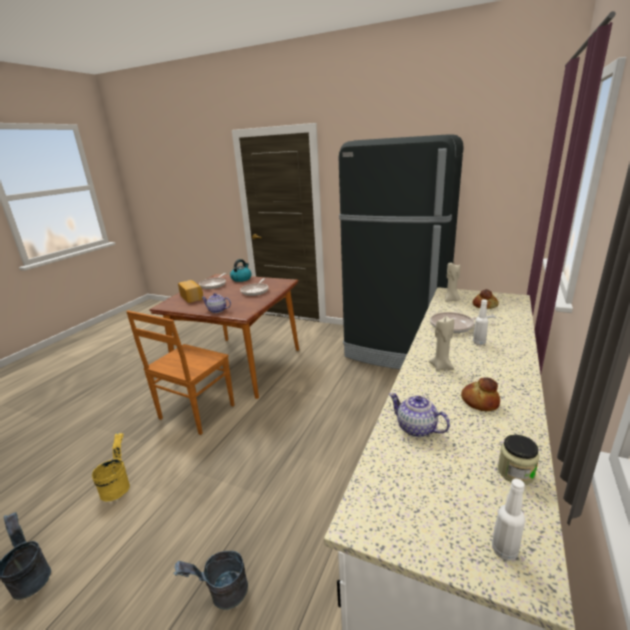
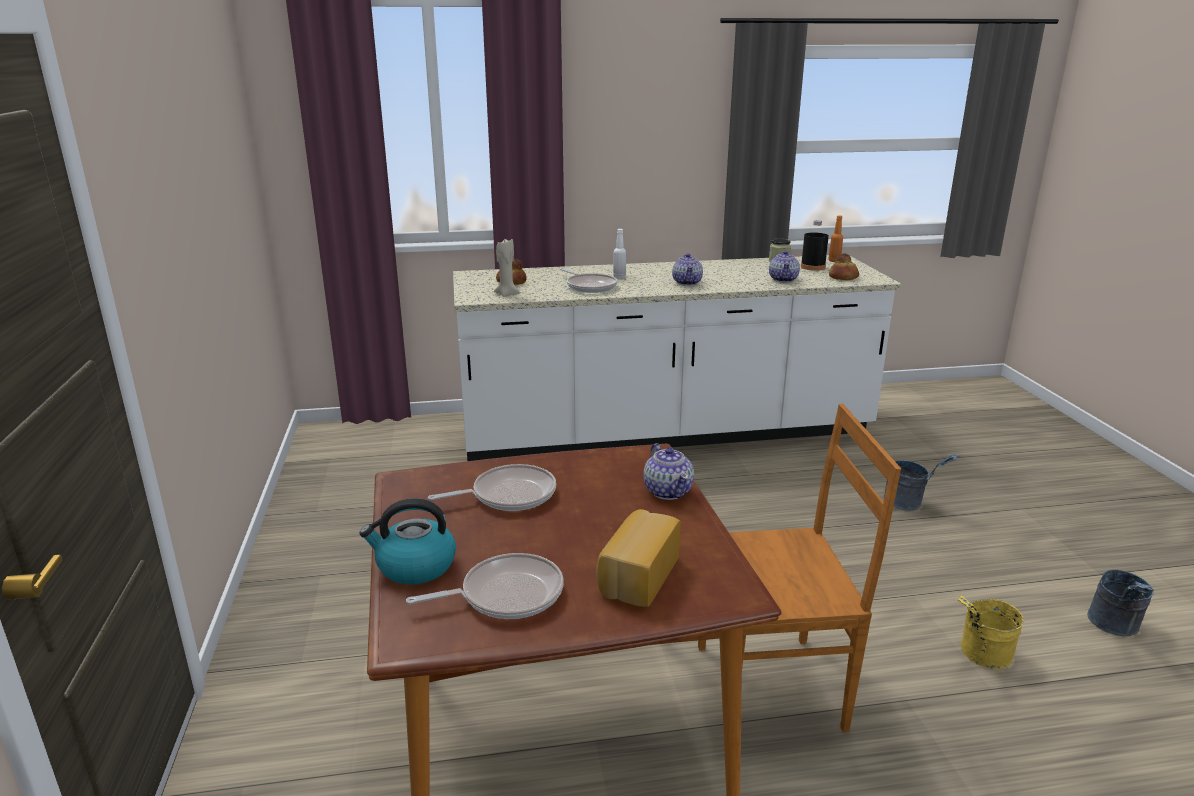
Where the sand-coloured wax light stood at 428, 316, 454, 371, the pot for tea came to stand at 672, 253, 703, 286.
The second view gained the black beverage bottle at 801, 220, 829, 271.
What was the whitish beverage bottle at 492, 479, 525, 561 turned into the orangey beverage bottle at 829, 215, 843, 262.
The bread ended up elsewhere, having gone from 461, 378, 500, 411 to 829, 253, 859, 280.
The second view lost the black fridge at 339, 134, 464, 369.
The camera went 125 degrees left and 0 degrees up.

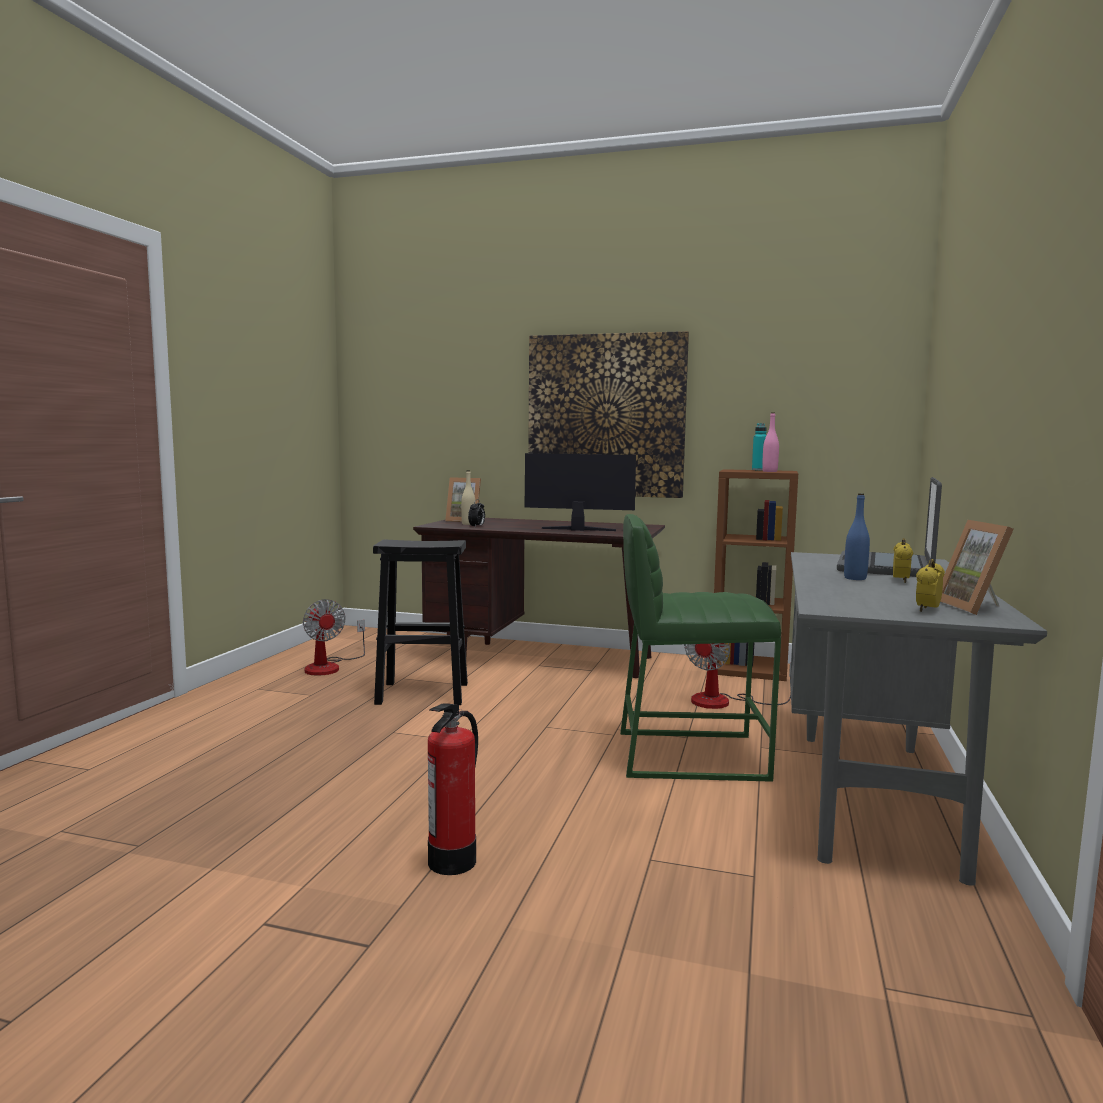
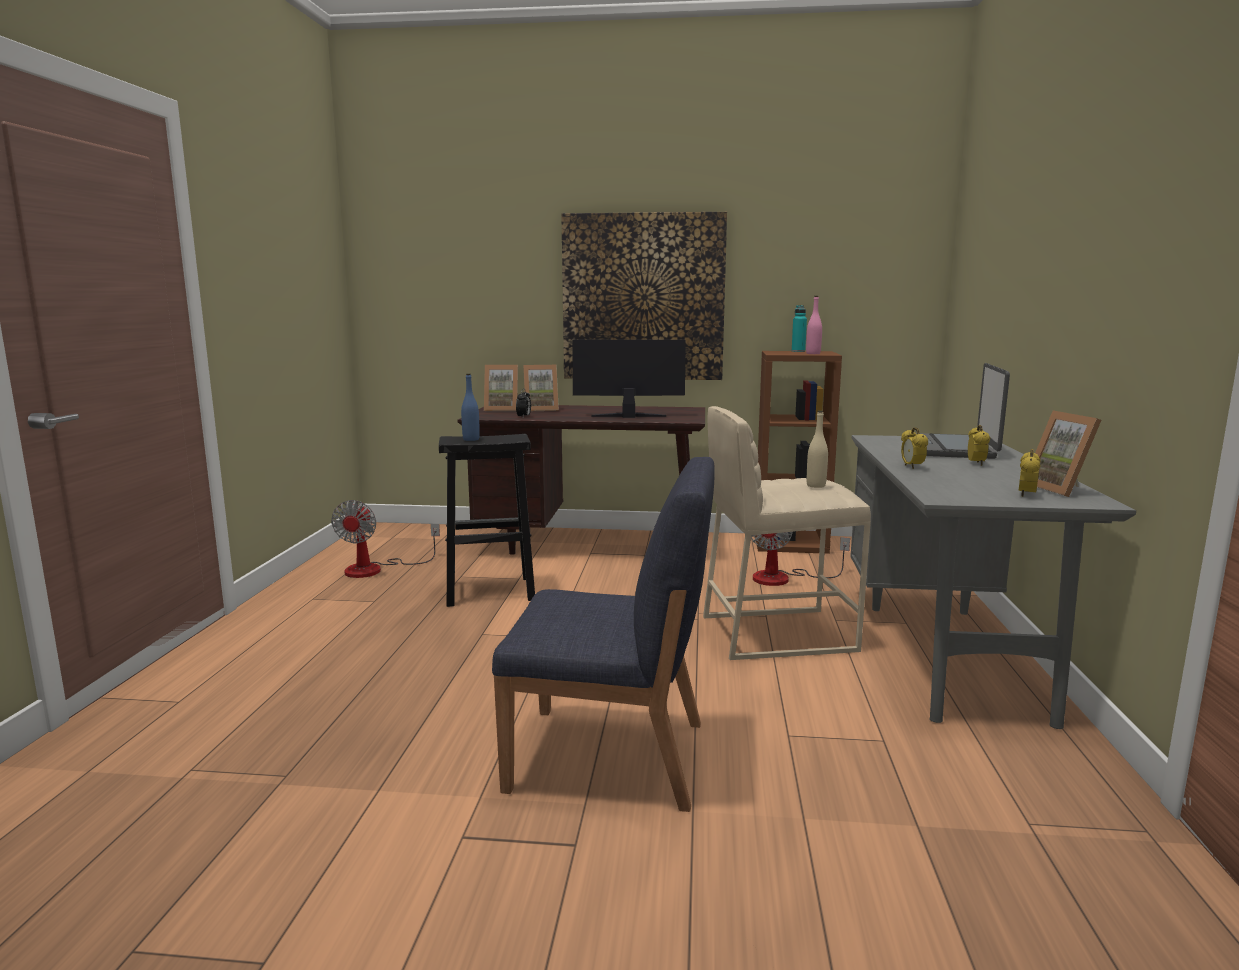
The electric fan at 303, 599, 365, 676 ended up facing another way, 45 degrees clockwise from before.
The blue-coloured beverage bottle ended up elsewhere, having gone from 844, 493, 870, 580 to 461, 373, 480, 441.
Where the fire-fighting cylinder stood at 428, 703, 478, 875, the blue-coloured plain chair came to stand at 492, 457, 715, 812.
The second view gained the photo frame at 523, 365, 559, 411.
What was the green-coloured stool seat at 620, 514, 781, 782 turned into the sand-coloured stool seat at 703, 406, 871, 660.
The sand-coloured beverage bottle ended up elsewhere, having gone from 461, 470, 476, 525 to 807, 411, 828, 488.
The second view gained the alarm clock at 901, 427, 928, 469.
The camera went 10 degrees left and 5 degrees up.

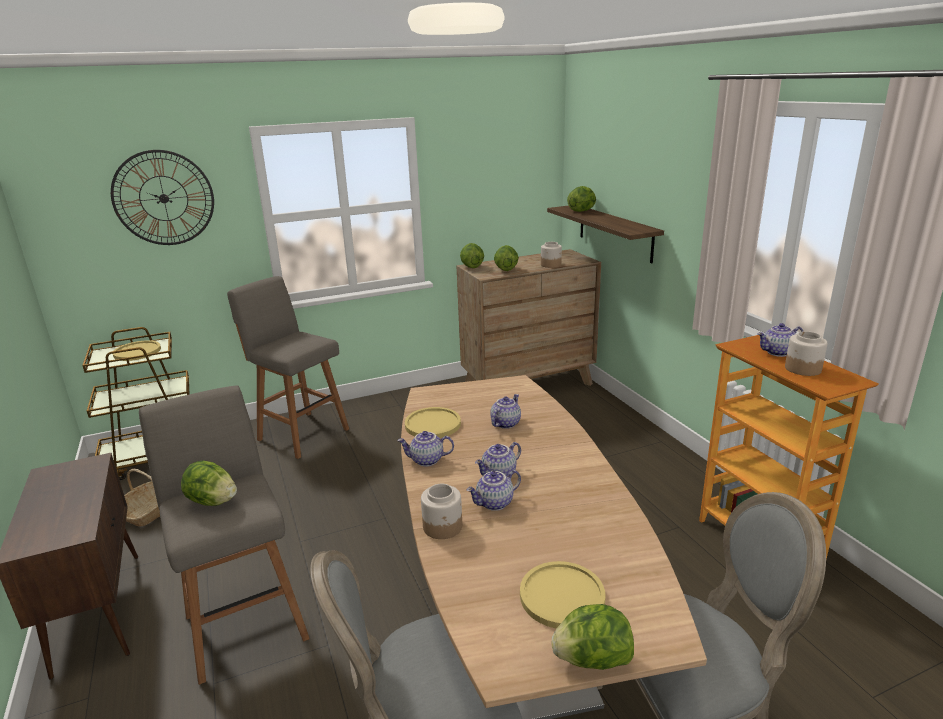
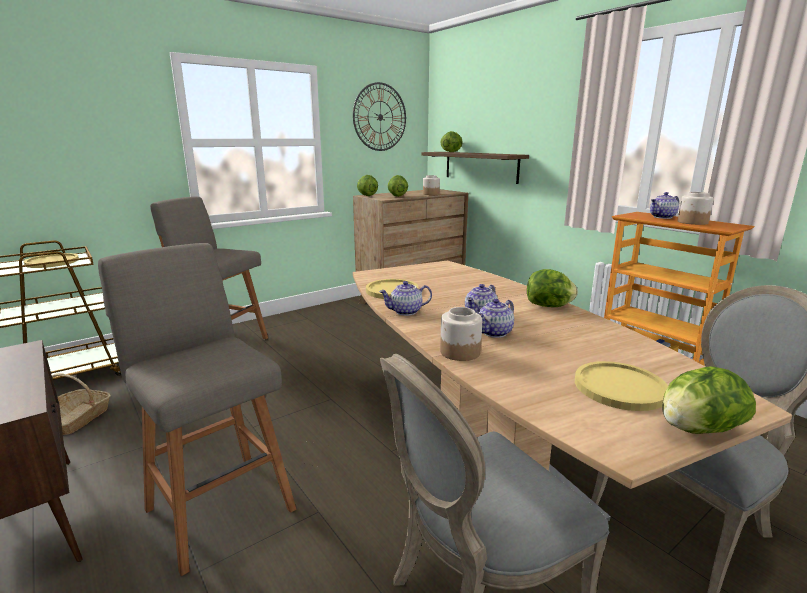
The hanging clock ended up elsewhere, having gone from 111, 150, 214, 245 to 353, 82, 406, 151.
The lettuce ended up elsewhere, having gone from 181, 461, 237, 506 to 527, 269, 578, 307.
The second view lost the pot for tea at 490, 394, 521, 429.
The camera went 15 degrees left and 5 degrees down.

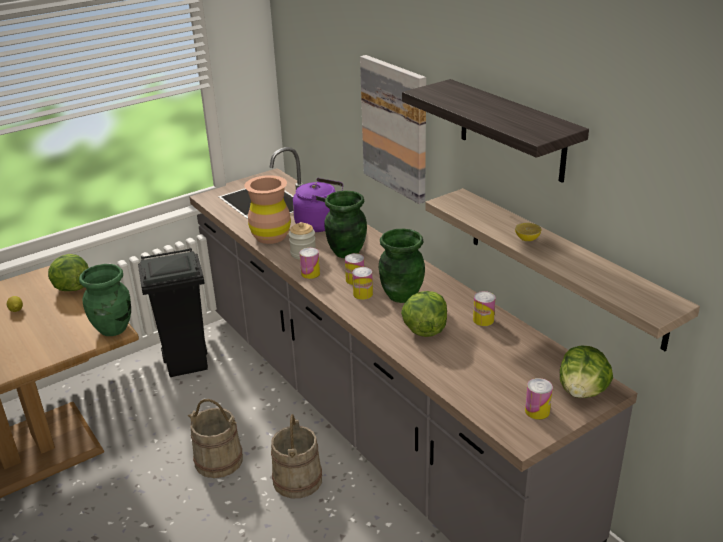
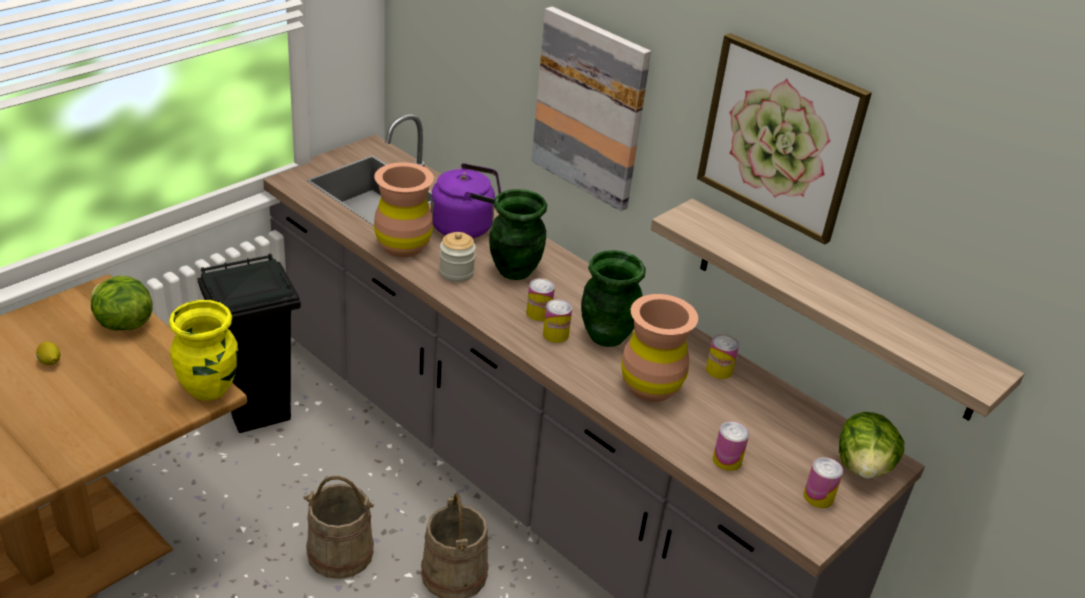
What was the green-coloured vase at 79, 264, 131, 336 turned into the yellow vase at 169, 300, 238, 401.
Where the lettuce stood at 401, 291, 447, 337, the brown vase came to stand at 621, 294, 698, 402.
Where the shelf hung at 402, 79, 589, 183, the wall picture came to hang at 697, 33, 872, 244.
The can ended up elsewhere, having gone from 300, 248, 320, 279 to 713, 421, 749, 471.
The second view lost the lemon at 515, 223, 541, 241.
The camera went 15 degrees left and 5 degrees up.

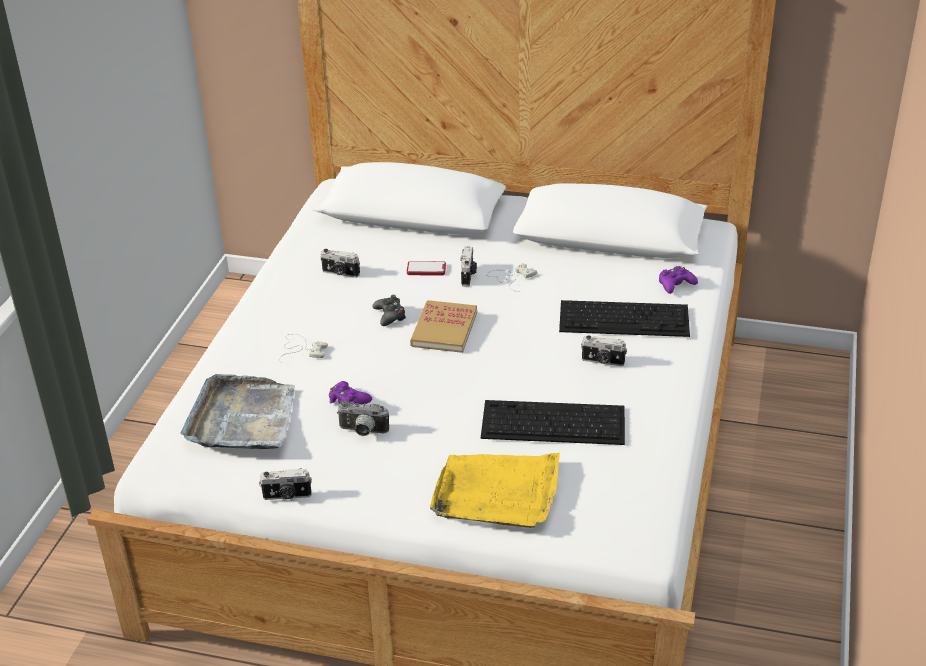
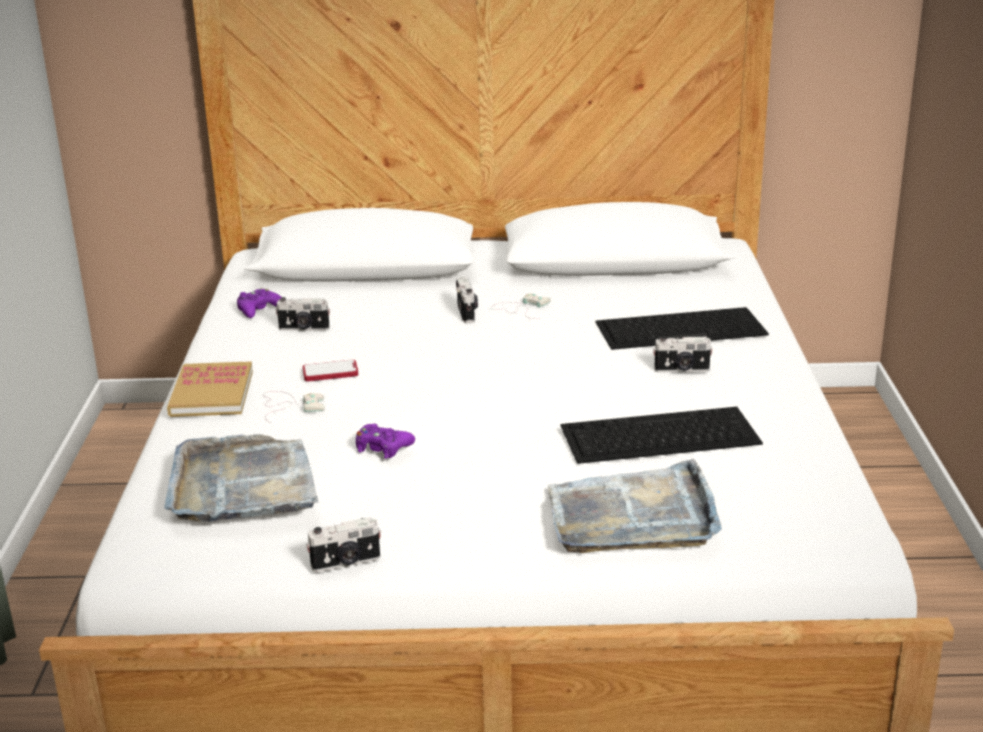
The book ended up elsewhere, having gone from 410, 300, 477, 353 to 167, 361, 253, 417.
The purple gamepad ended up elsewhere, having gone from 659, 266, 698, 294 to 237, 288, 282, 318.
The telephone ended up elsewhere, having gone from 407, 261, 446, 276 to 303, 360, 358, 382.
What was the yellow tray at 430, 453, 560, 528 turned into the grey tray at 548, 459, 722, 553.
The second view lost the photo camera at 337, 400, 389, 436.
The second view lost the black gamepad at 373, 295, 406, 326.
The camera went 15 degrees left and 10 degrees down.

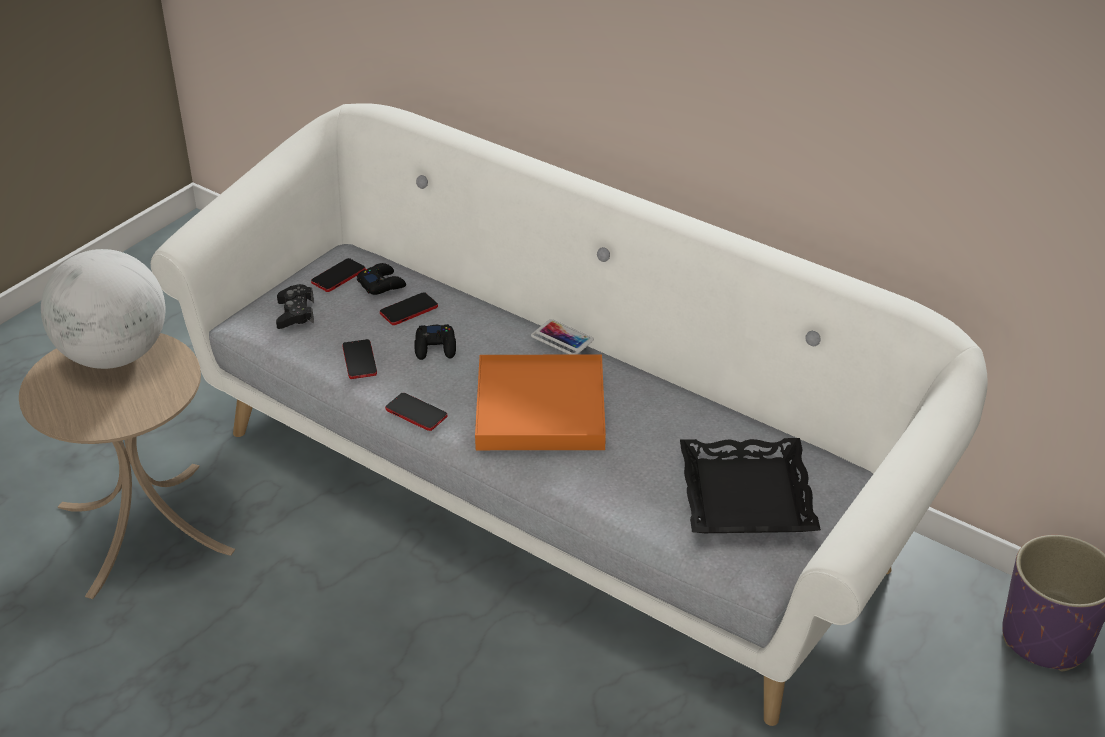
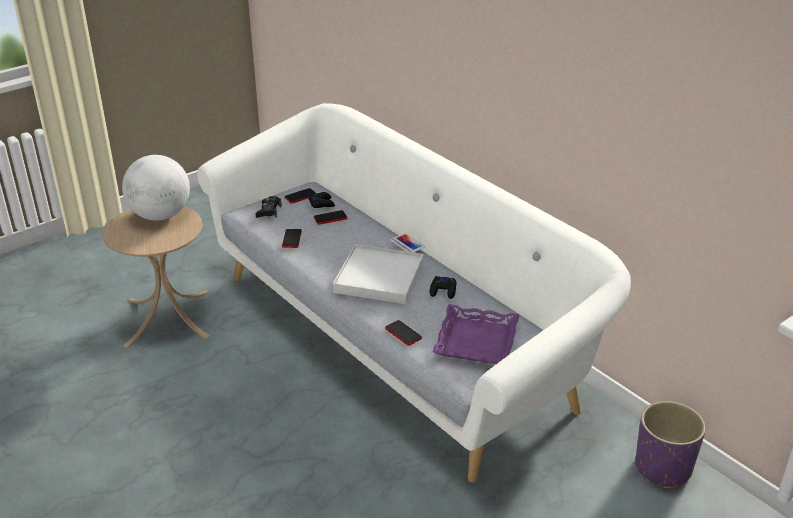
What was the orangey tray at 475, 355, 606, 450 turned into the whitish tray at 333, 244, 424, 304.
The telephone ended up elsewhere, having gone from 385, 393, 447, 431 to 385, 320, 422, 346.
The black gamepad ended up elsewhere, having gone from 414, 324, 456, 360 to 430, 276, 457, 299.
What was the black tray at 680, 438, 821, 533 turned into the purple tray at 433, 304, 520, 364.
The camera went 15 degrees right and 5 degrees down.

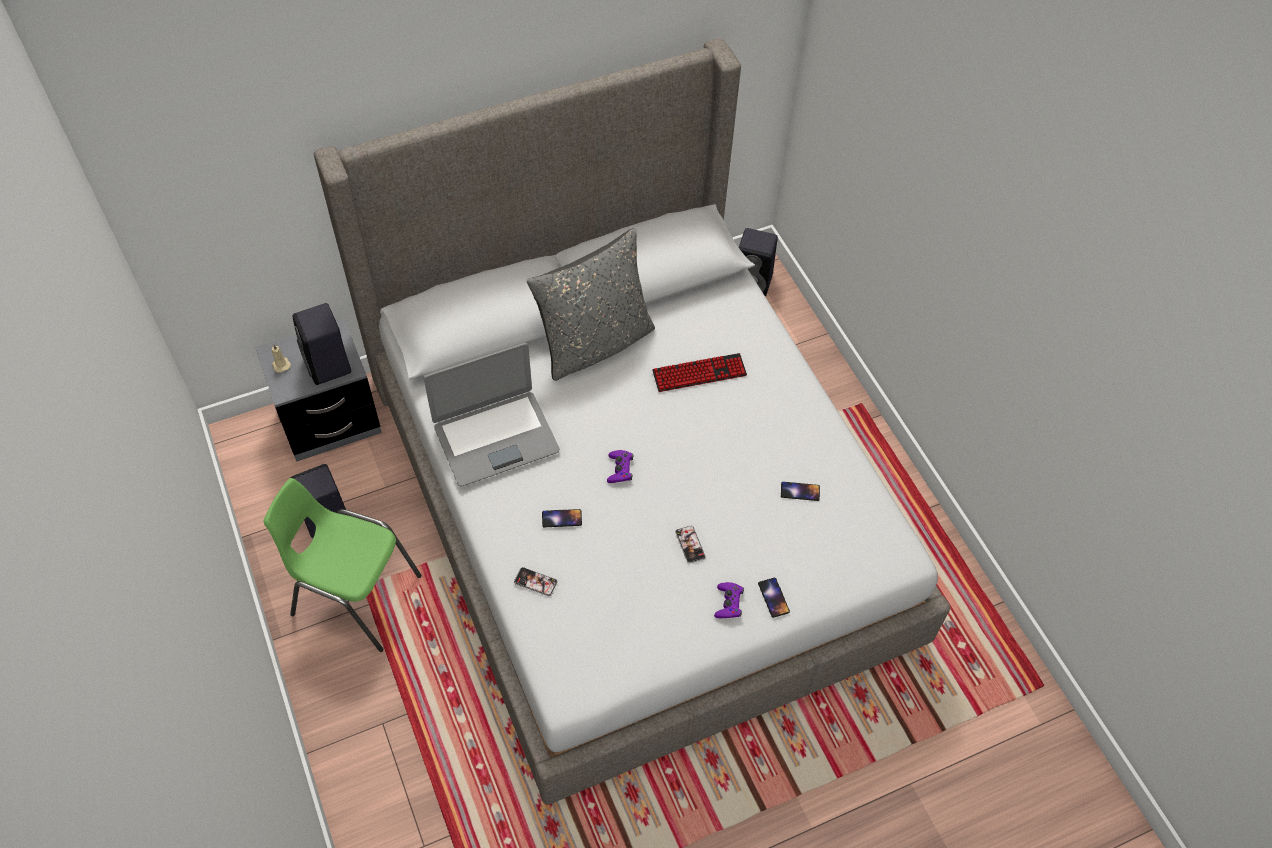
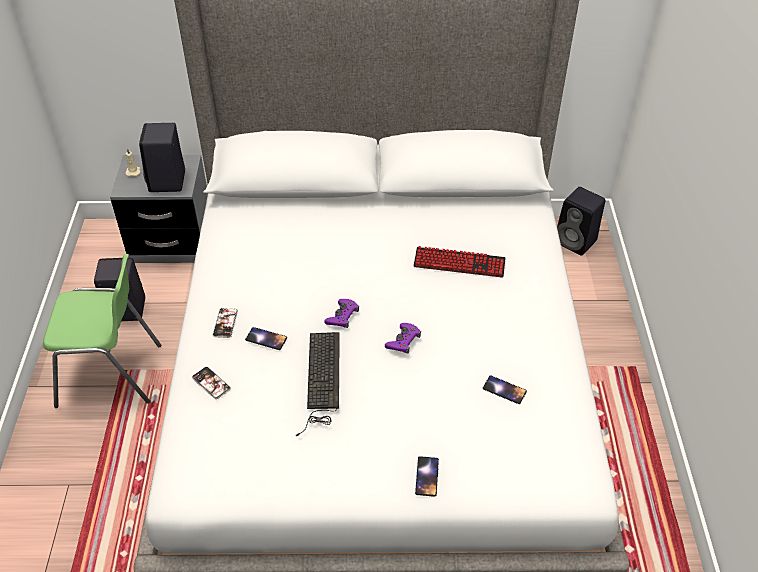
The green-coloured plain chair at 263, 478, 422, 652 ended up facing another way, 135 degrees clockwise from before.
The telephone ended up elsewhere, having gone from 675, 526, 706, 563 to 213, 308, 238, 338.
The second view gained the PC keyboard at 296, 332, 340, 436.
The purple gamepad ended up elsewhere, having gone from 714, 582, 744, 618 to 385, 323, 421, 353.
The second view lost the laptop at 424, 343, 560, 487.
The second view lost the grey pillow at 527, 228, 655, 381.
The camera went 25 degrees right and 10 degrees down.

